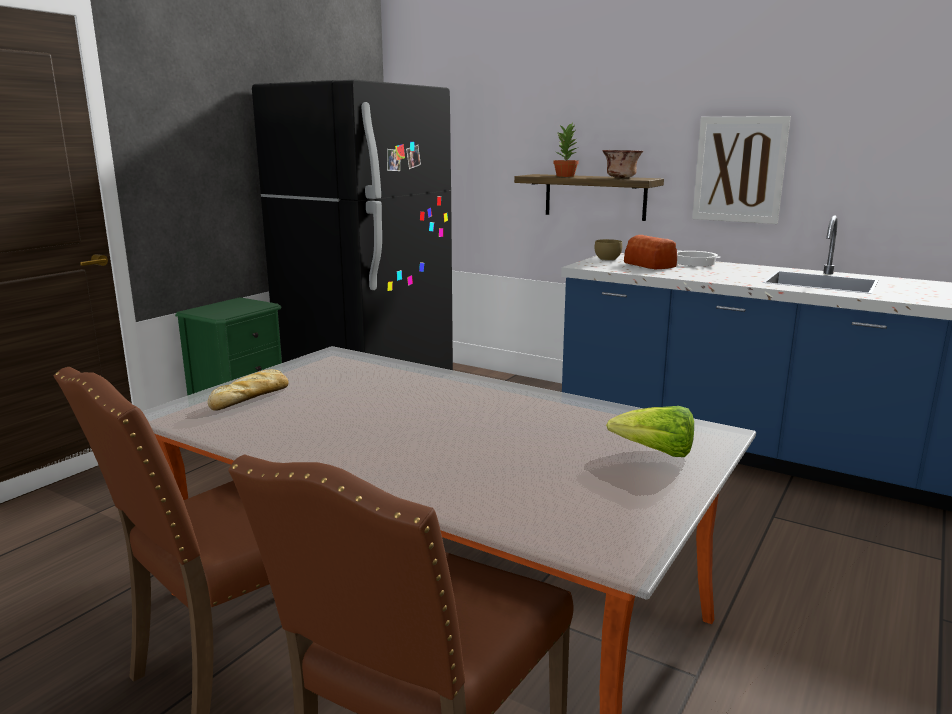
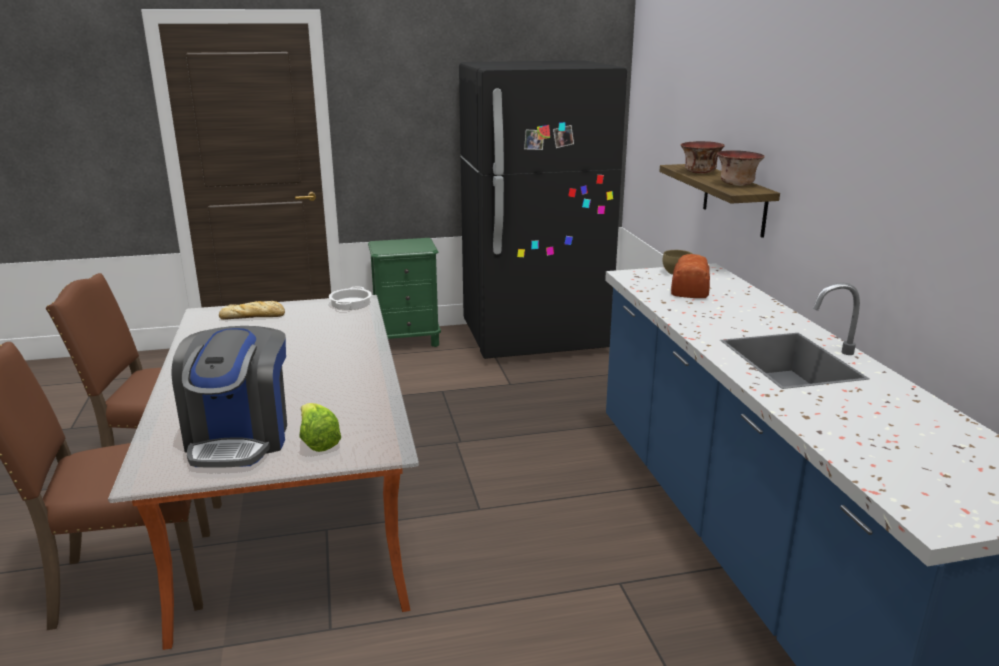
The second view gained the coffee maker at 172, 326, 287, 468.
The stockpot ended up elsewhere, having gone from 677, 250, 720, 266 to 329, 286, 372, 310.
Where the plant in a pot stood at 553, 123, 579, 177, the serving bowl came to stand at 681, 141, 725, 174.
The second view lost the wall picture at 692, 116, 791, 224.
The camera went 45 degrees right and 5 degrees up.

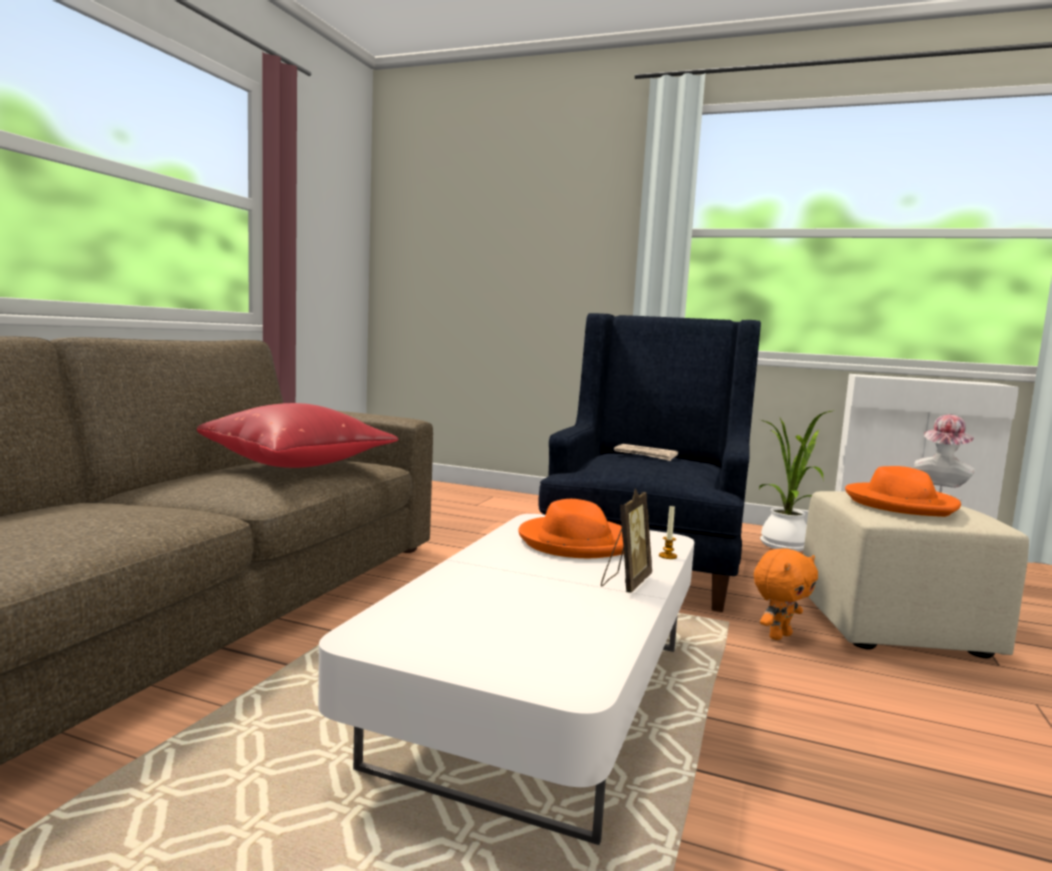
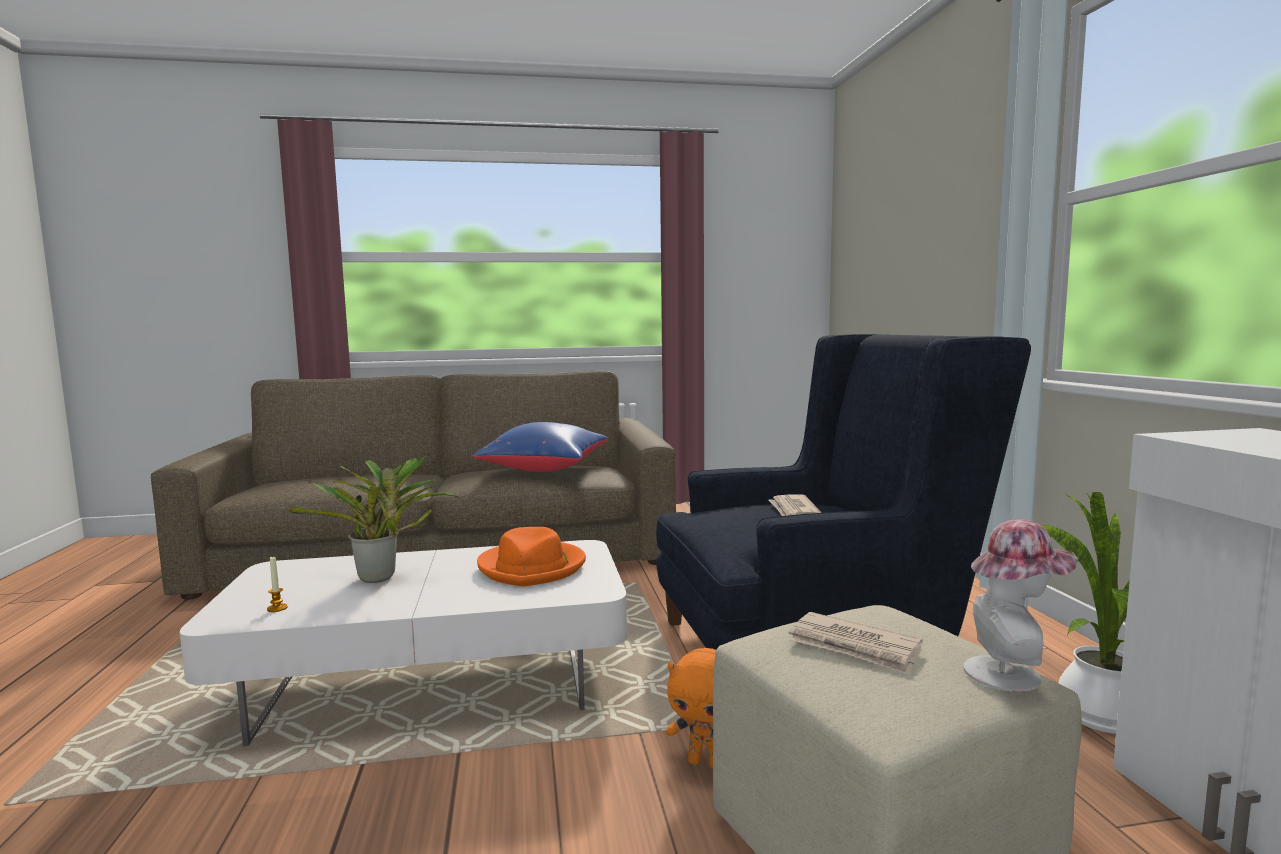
The wax light ended up elsewhere, having gone from 659, 506, 677, 559 to 267, 556, 288, 612.
The second view gained the plant in a pot at 288, 453, 459, 583.
What was the red pillow at 197, 403, 398, 468 turned into the blue-coloured pillow at 472, 422, 608, 472.
Where the orangey wearable hat stood at 845, 466, 961, 517, the printed paper came to stand at 789, 612, 923, 675.
The second view lost the photo frame at 601, 489, 652, 593.
The camera went 60 degrees right and 0 degrees up.

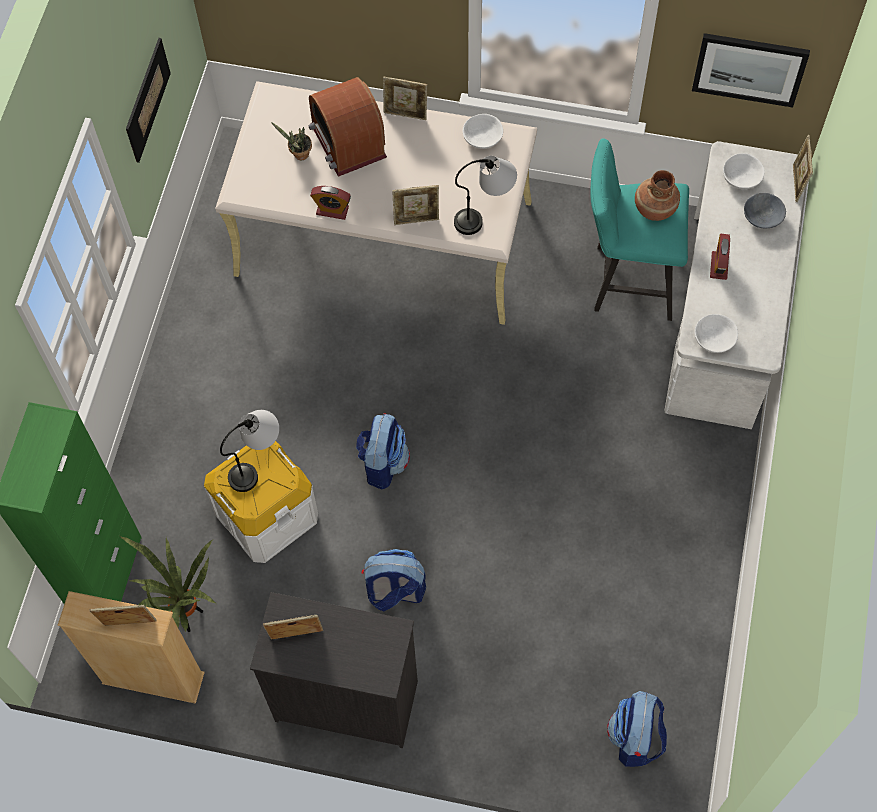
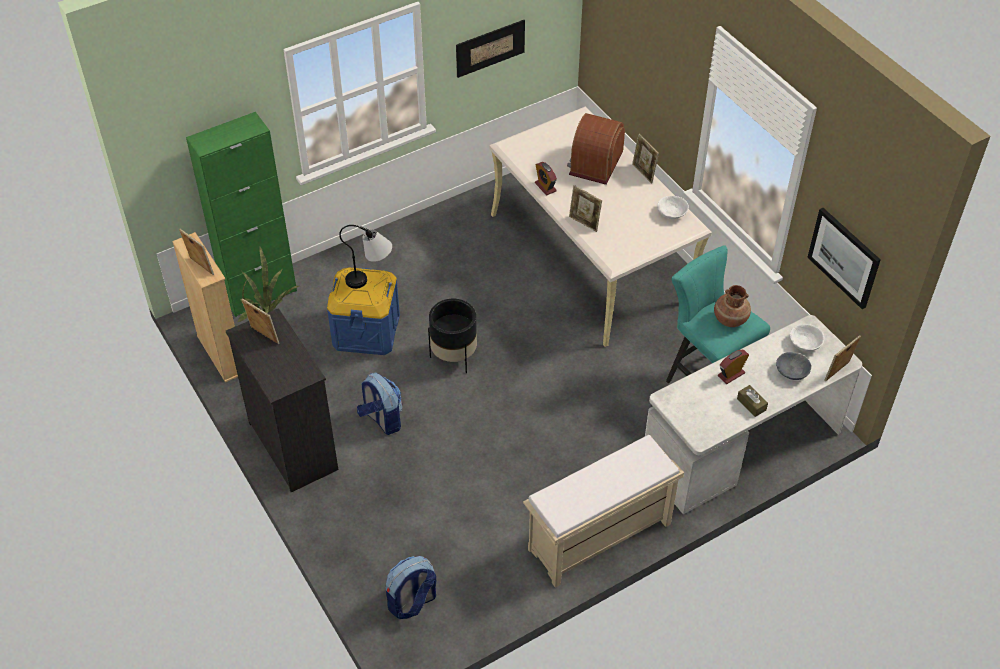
What was the whitish storage bin at 204, 441, 318, 563 turned into the blue-coloured storage bin at 327, 267, 400, 355.
Where the backpack stood at 356, 413, 410, 490, the black plant pot came to stand at 428, 299, 477, 373.
The second view gained the sand-coloured bench at 523, 435, 684, 588.
The second view gained the brown tissue box at 737, 385, 768, 417.
The second view lost the plant in a pot at 271, 122, 312, 160.
The second view lost the lamp for a table at 454, 156, 517, 235.
The second view lost the whitish serving bowl at 695, 314, 738, 353.
The camera went 45 degrees right and 15 degrees down.

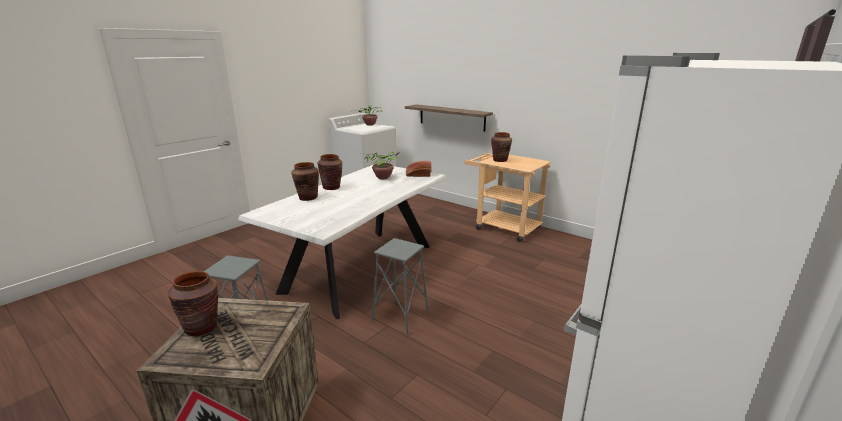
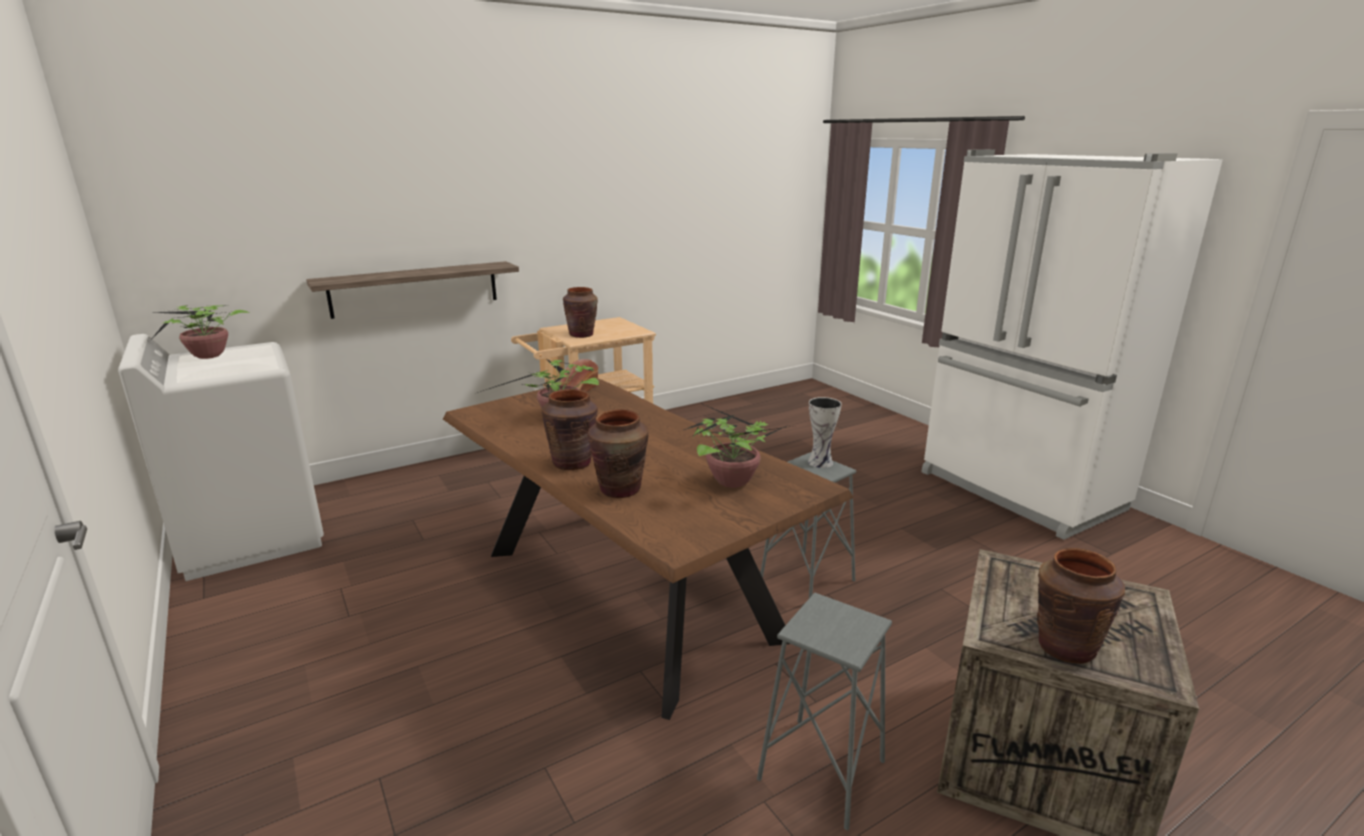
What was the whitish dinner table at 238, 165, 446, 319 turned into the brown dinner table at 443, 378, 854, 720.
The second view gained the plant in a pot at 684, 402, 793, 488.
The second view gained the vase at 808, 397, 842, 468.
The camera went 70 degrees left and 0 degrees up.

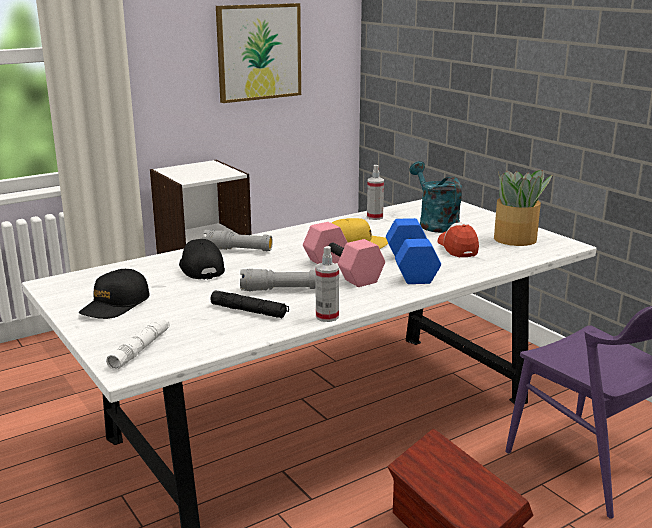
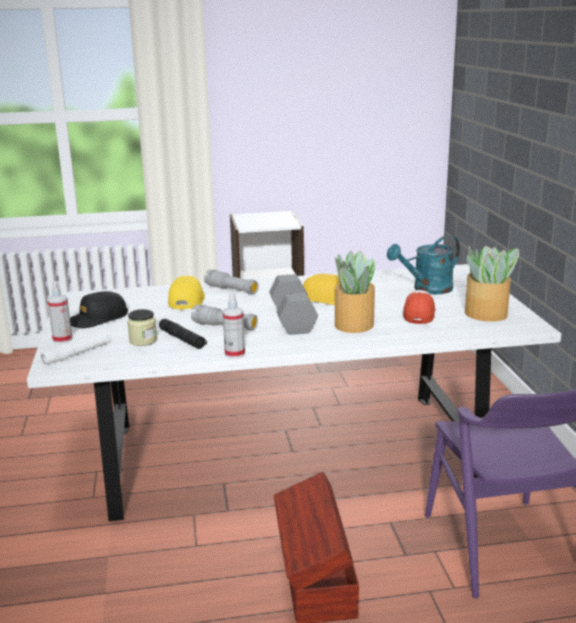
The sprayer ended up elsewhere, having gone from 367, 165, 384, 220 to 47, 281, 72, 344.
The second view gained the preserve jar at 127, 309, 157, 346.
What was the black peaked cap at 179, 239, 225, 279 turned into the yellow peaked cap at 168, 276, 205, 310.
What was the pink free weight at 303, 222, 385, 287 turned into the grey free weight at 269, 274, 318, 335.
Where the blue-coloured free weight stood at 386, 218, 441, 284, the plant in a pot came to stand at 335, 250, 376, 333.
The turquoise-coloured watering can at 409, 161, 462, 233 ended up facing another way, 120 degrees counterclockwise from before.
The second view lost the wall picture at 216, 3, 301, 103.
The camera went 25 degrees right and 0 degrees up.

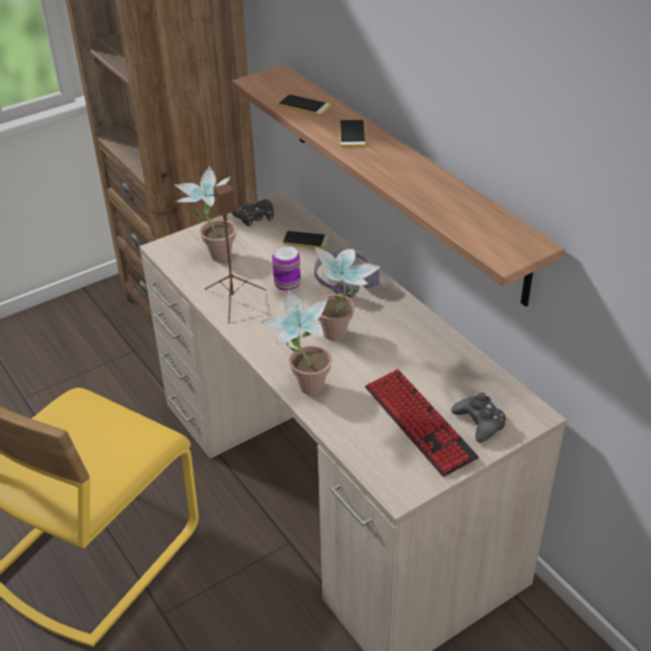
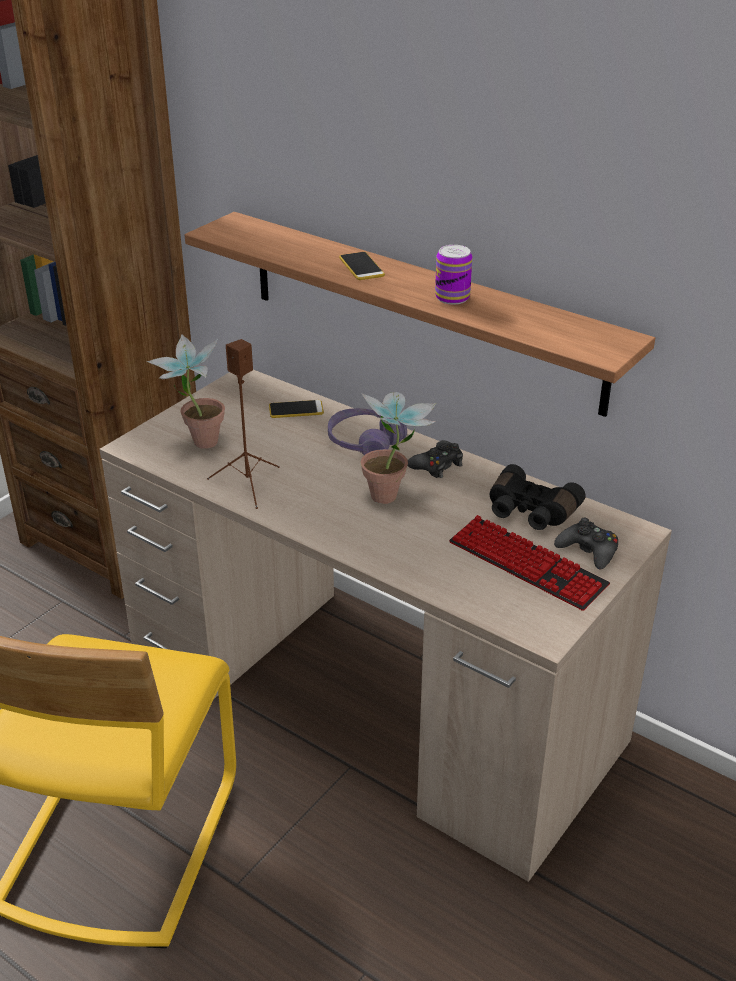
The black gamepad ended up elsewhere, having gone from 232, 199, 274, 227 to 407, 440, 463, 478.
The can ended up elsewhere, having gone from 272, 246, 301, 291 to 435, 245, 472, 305.
The second view gained the black field glasses at 490, 464, 585, 530.
The second view lost the plant in a pot at 259, 289, 333, 395.
The second view lost the telephone at 278, 94, 331, 115.
The camera went 20 degrees left and 5 degrees down.

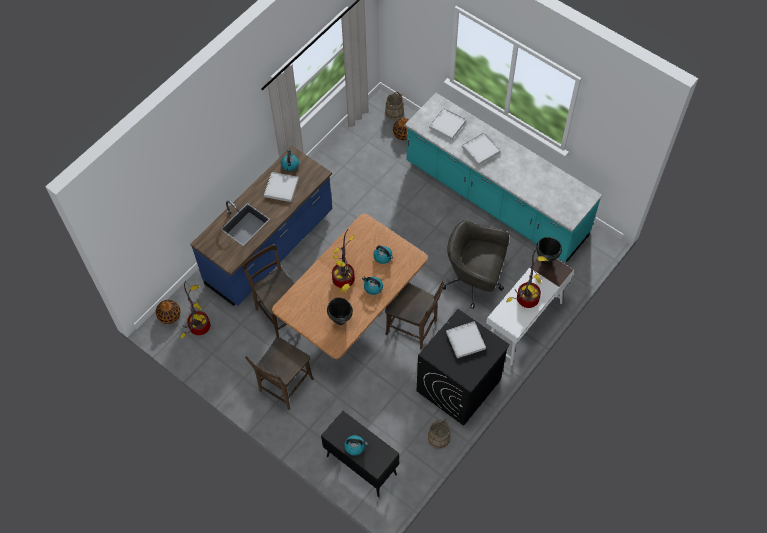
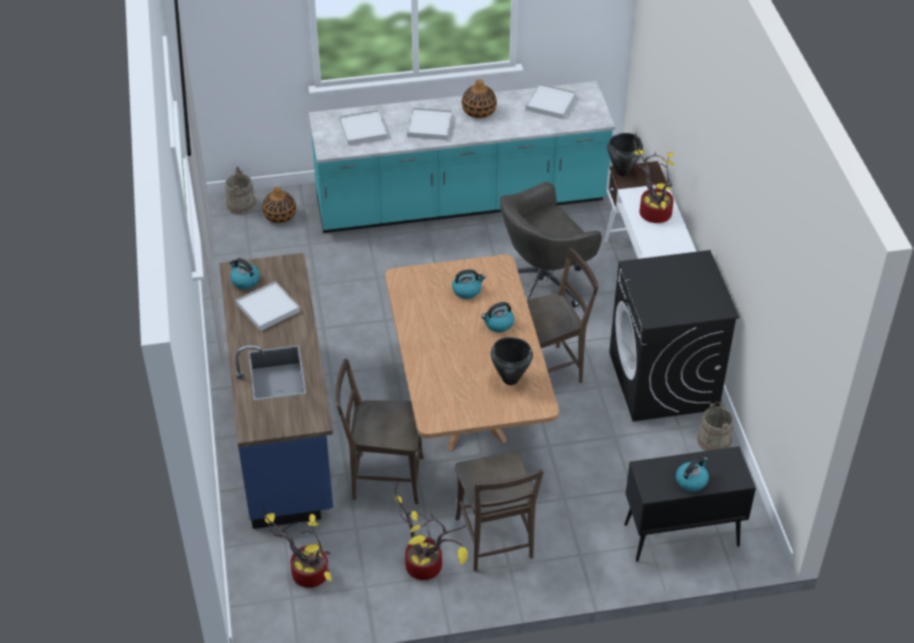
The plant in a pot ended up elsewhere, having gone from 332, 230, 355, 292 to 395, 483, 468, 580.
The vase ended up elsewhere, having gone from 156, 300, 180, 324 to 462, 79, 497, 119.
The whitish tray ended up elsewhere, having gone from 446, 321, 486, 358 to 525, 83, 576, 119.
The camera went 50 degrees left and 15 degrees down.

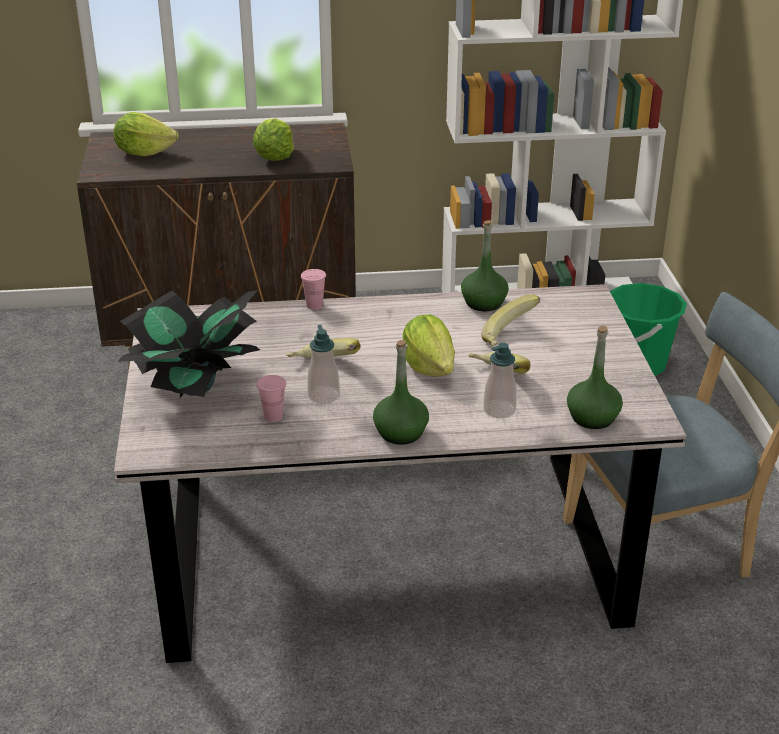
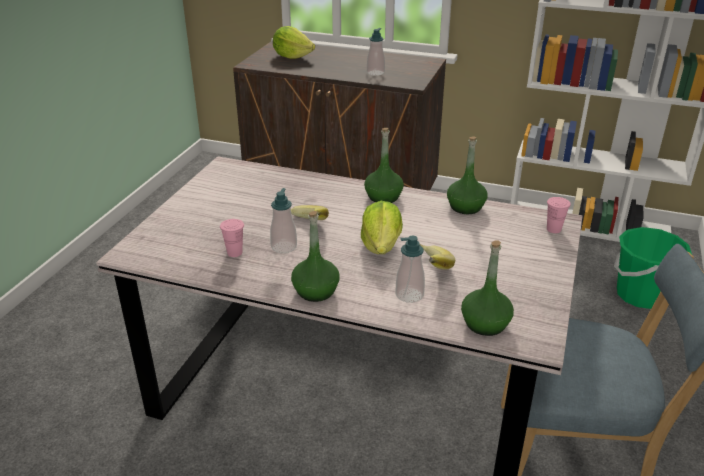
The second view gained the green-coloured beverage bottle at 364, 128, 404, 203.
Where the lettuce stood at 253, 118, 294, 161, the soap bottle came to stand at 367, 28, 385, 76.
The pink cup ended up elsewhere, having gone from 301, 269, 326, 310 to 547, 197, 571, 233.
The second view lost the plant in a pot at 118, 290, 260, 398.
The second view lost the banana at 481, 294, 540, 346.
The camera went 25 degrees right and 0 degrees up.

